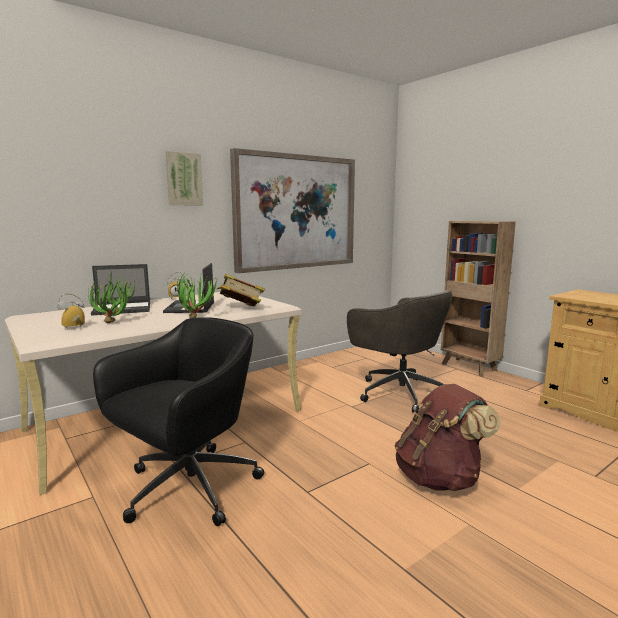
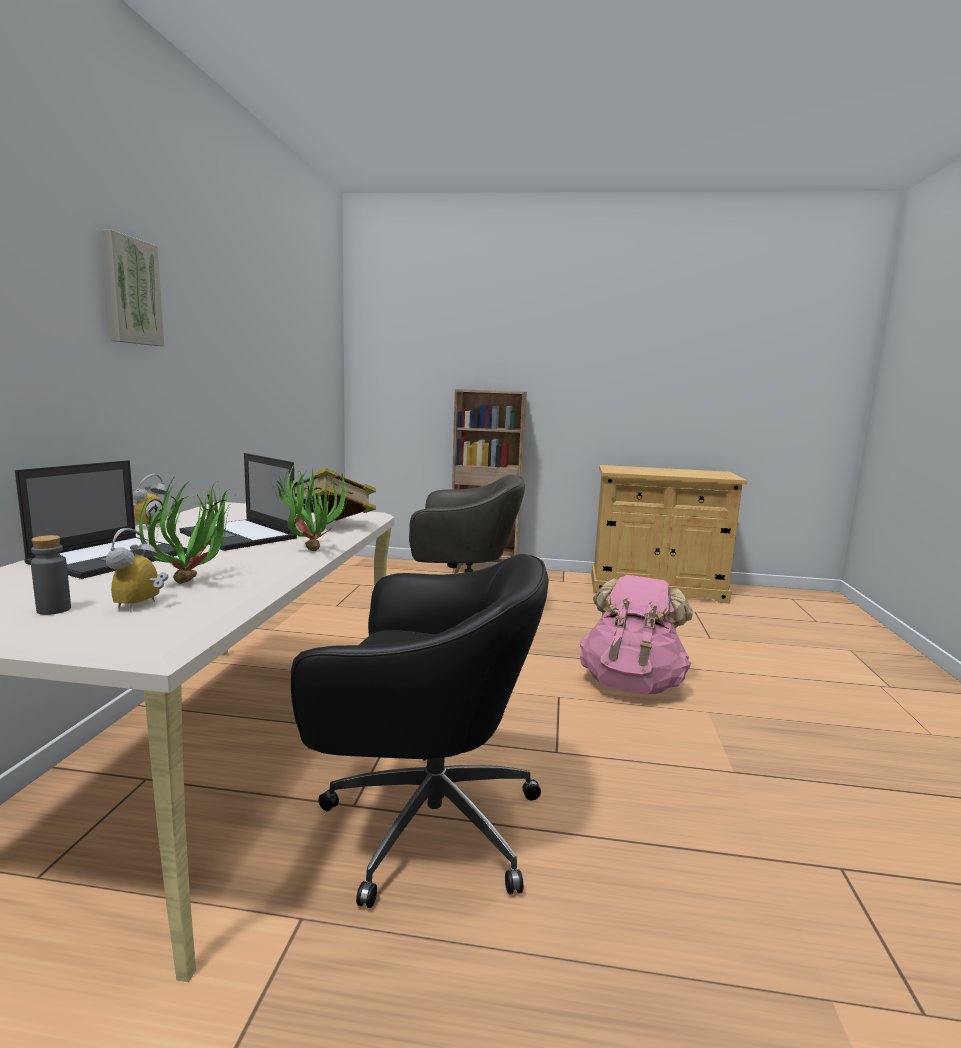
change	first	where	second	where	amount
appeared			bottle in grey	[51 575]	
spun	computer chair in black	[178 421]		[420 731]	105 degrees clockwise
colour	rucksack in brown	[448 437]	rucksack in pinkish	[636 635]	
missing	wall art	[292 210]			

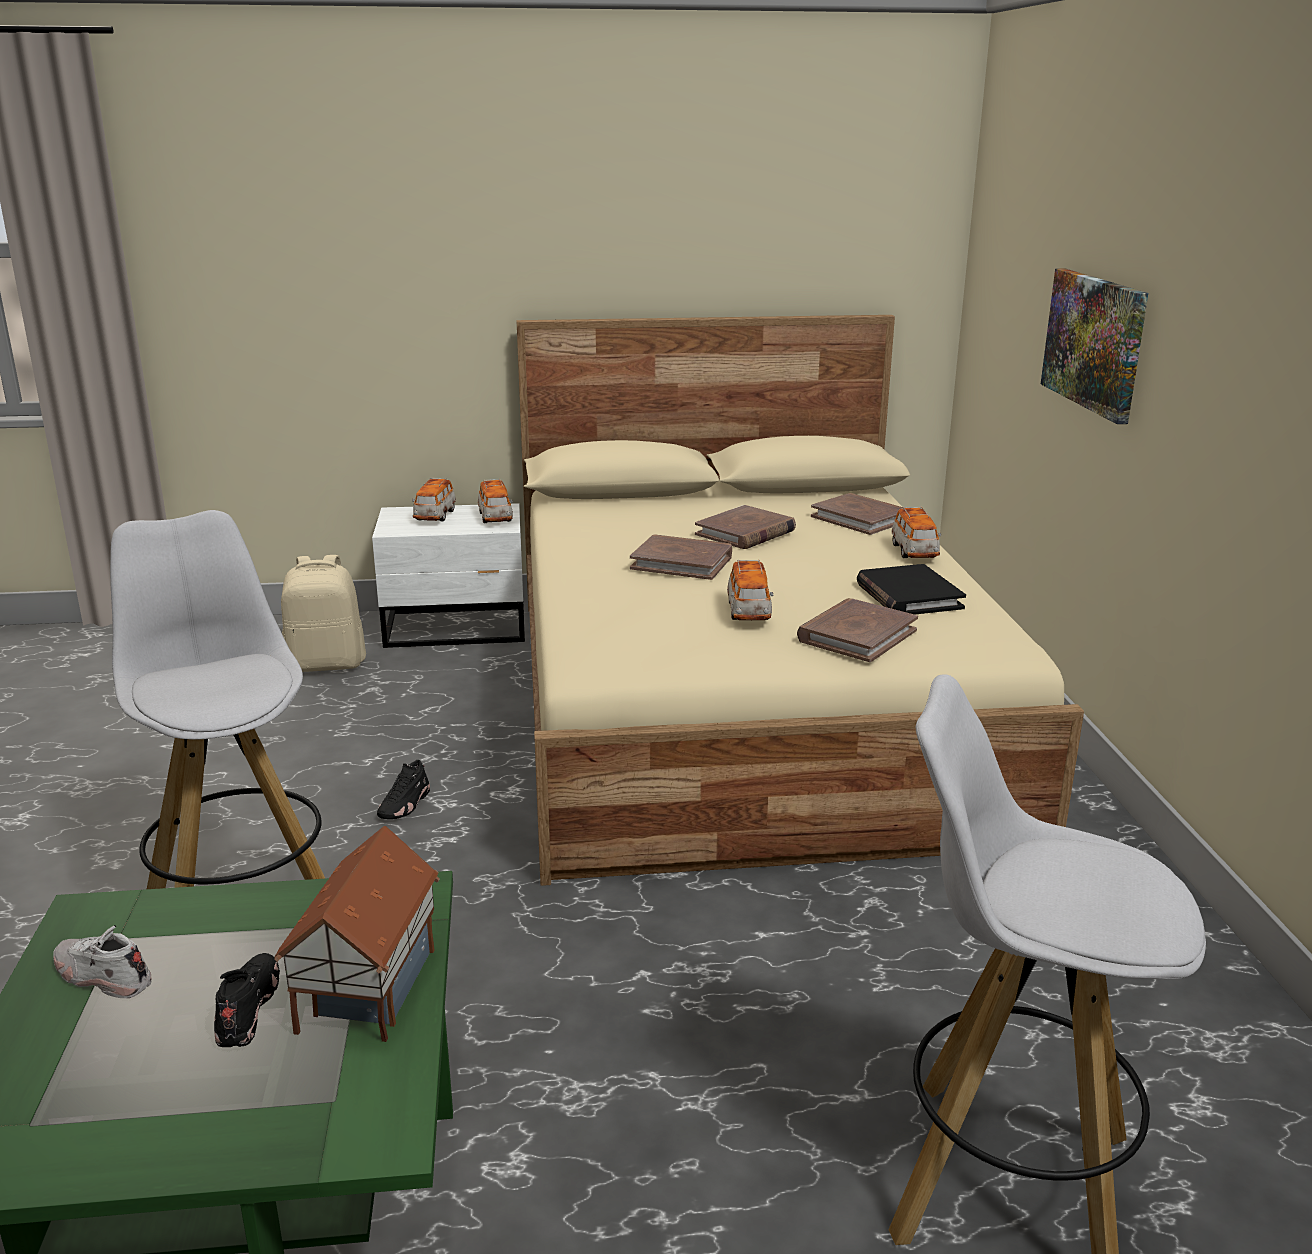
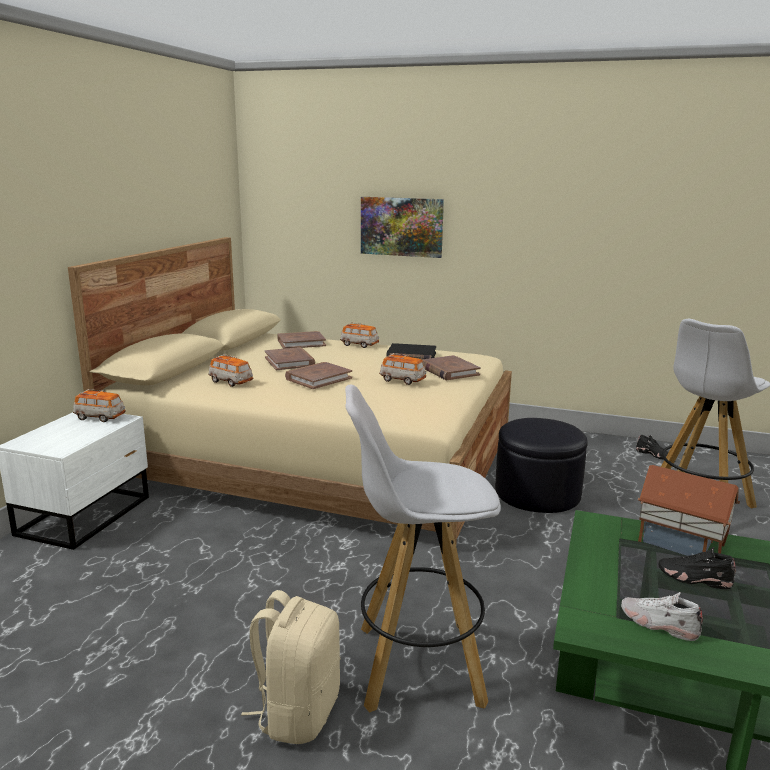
change	first	where	second	where	amount
relocated	miniature car	[434 499]		[231 370]	
relocated	rucksack in sand-coloured	[323 613]		[290 667]	
appeared			ottoman in black	[541 465]	
spun	item of footwear in white-coloured	[102 961]		[662 616]	75 degrees clockwise
relocated	item of footwear in black	[403 789]		[652 447]	

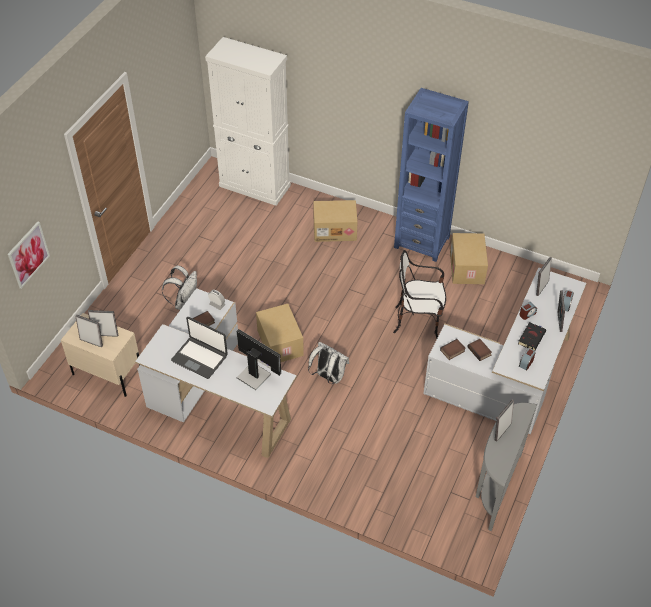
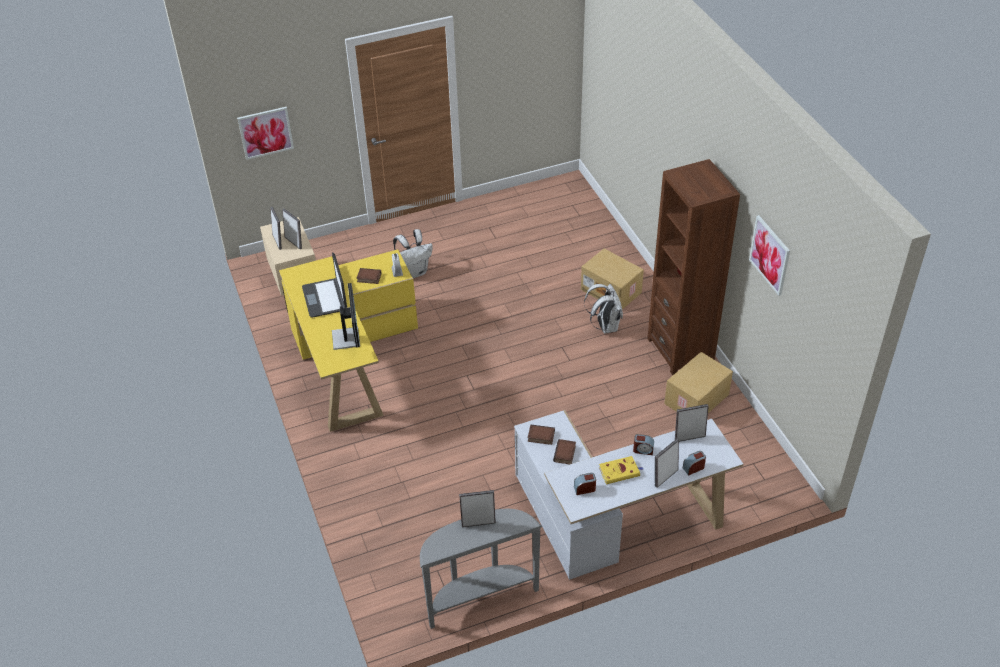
change	first	where	second	where	amount
colour	desk unit in white-coloured	[216 373]	desk unit in yellowish	[348 341]	
relocated	rucksack in white-coloured	[328 363]		[603 309]	
colour	book in black	[532 336]	book in yellowish	[621 470]	
colour	bookshelf in blue	[431 175]	bookshelf in brown	[693 267]	
appeared			wall art	[769 255]	
missing	storage cabinet in white-coloured	[248 121]			
missing	carton	[280 333]			
missing	chair	[419 294]			

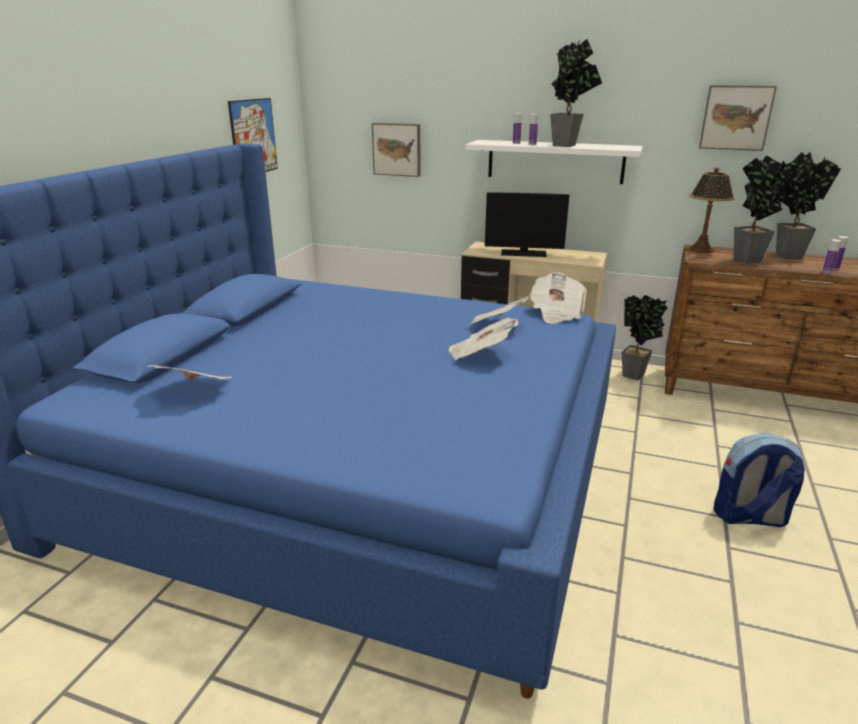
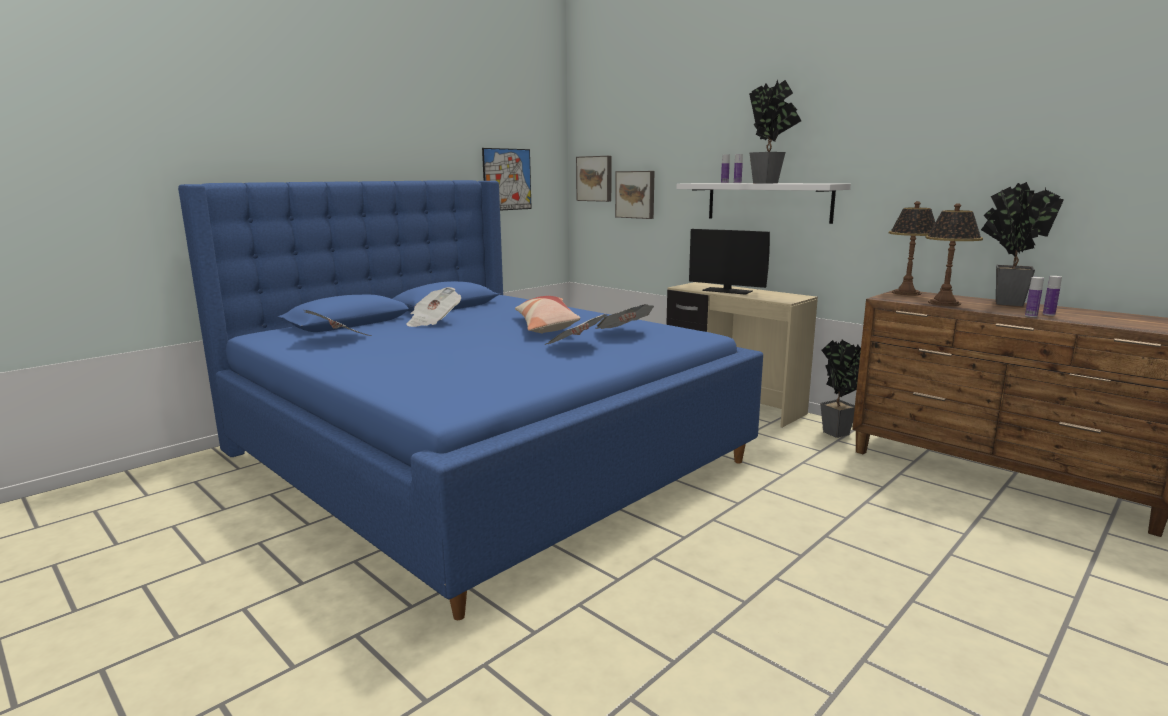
change	first	where	second	where	amount
relocated	printed paper	[558 297]		[433 307]	
appeared			cushion	[547 314]	
relocated	wall art	[738 118]		[594 179]	
exchanged	houseplant	[766 209]	table lamp	[954 254]	
missing	rucksack	[759 480]			

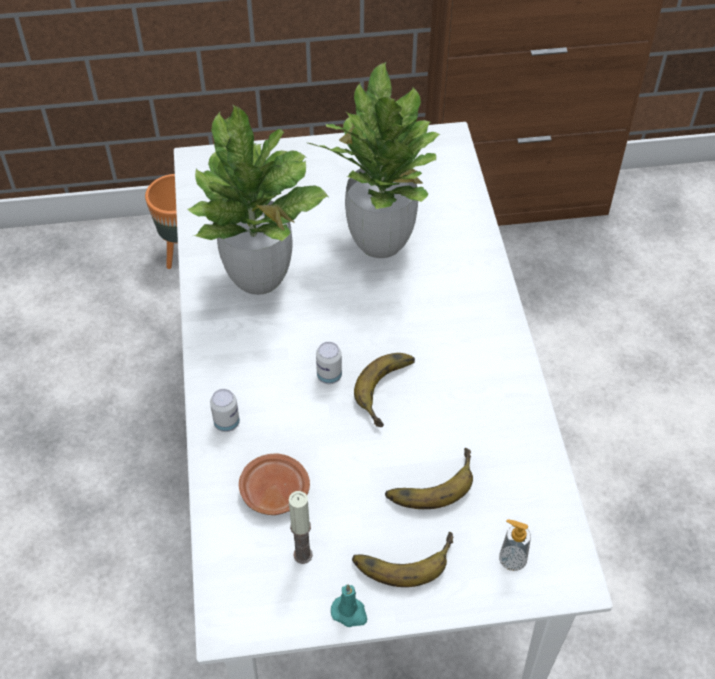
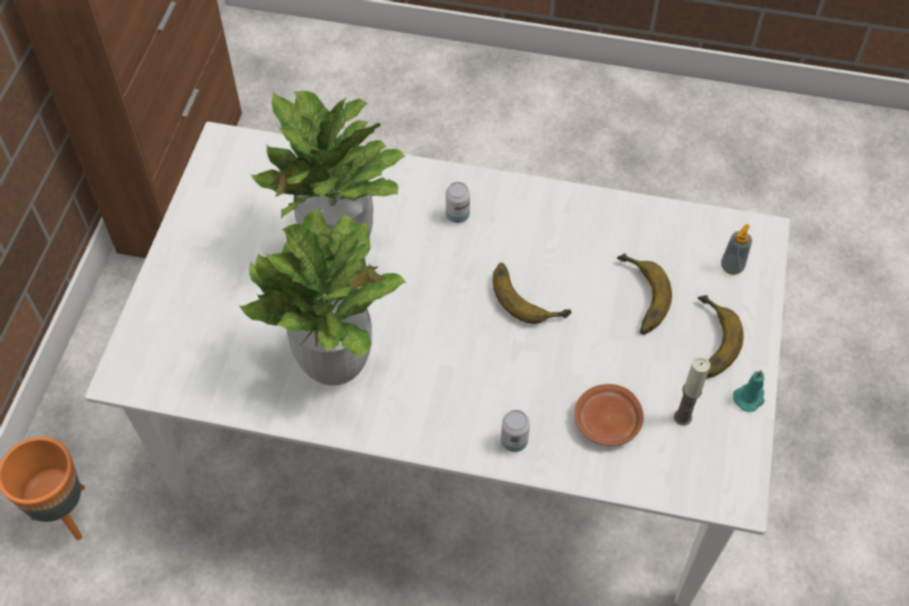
change	first	where	second	where	amount
relocated	can	[329 363]		[458 202]	

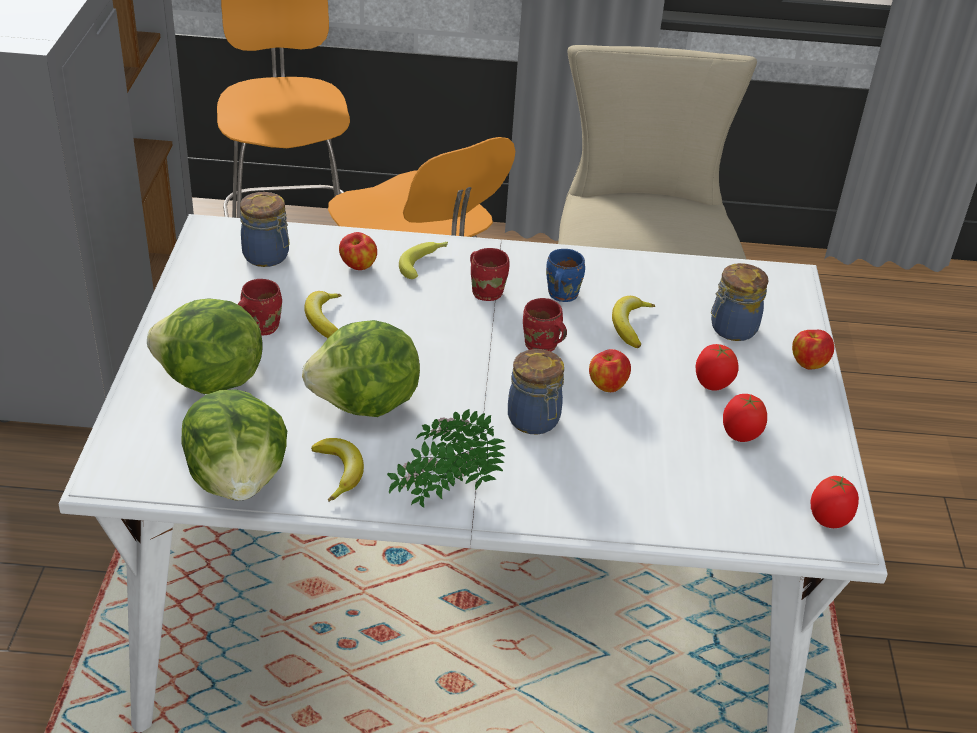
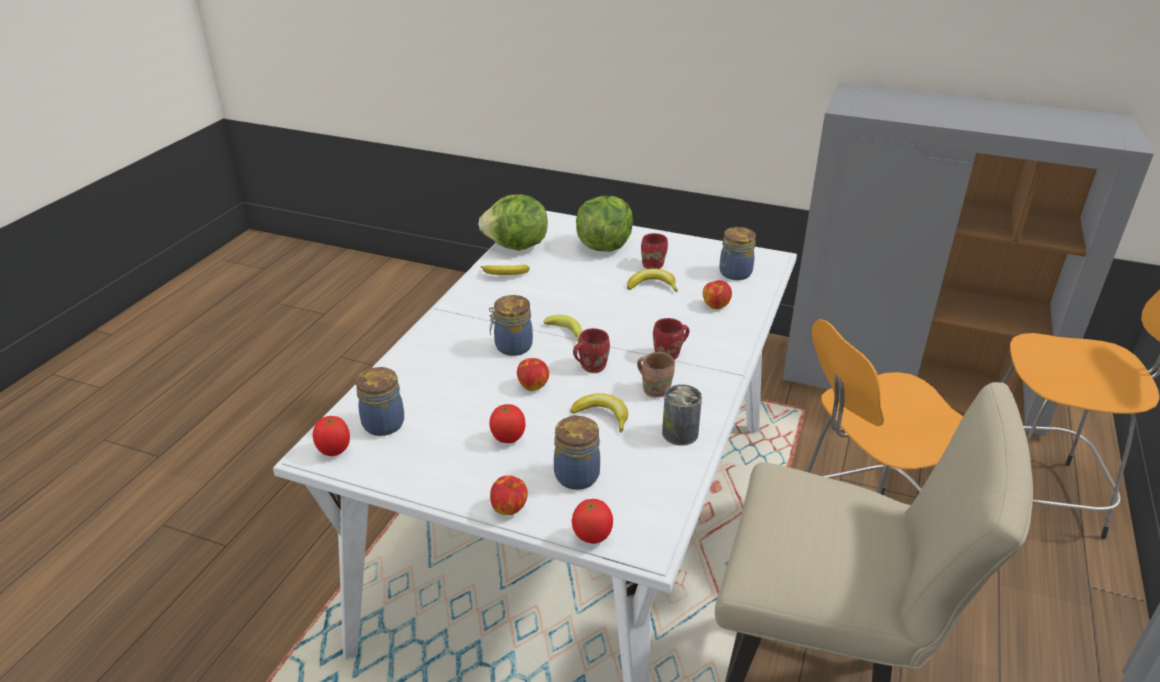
change	first	where	second	where	amount
appeared			preserve jar	[380 401]	
relocated	banana fruit	[423 260]		[562 327]	
relocated	whole tomato	[745 418]		[592 521]	
colour	tea mug in blue	[565 275]	tea mug in brown	[656 375]	
appeared			can	[682 415]	
missing	lettuce head	[361 368]			
missing	houseplant	[446 458]			

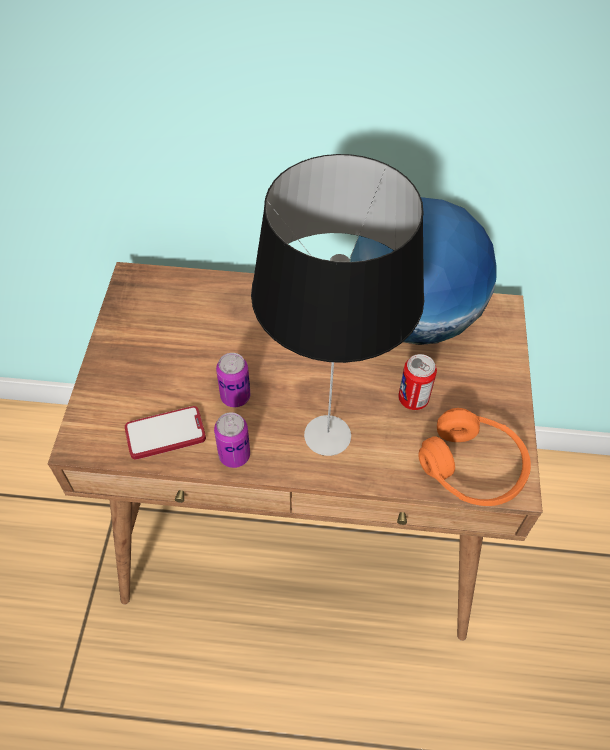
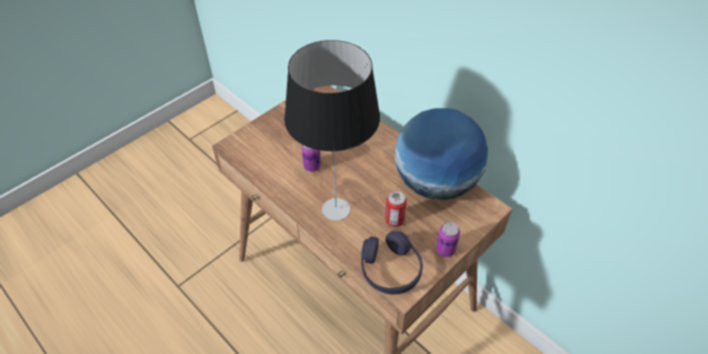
change	first	where	second	where	amount
colour	headset in orangey	[474 457]	headset in purple-coloured	[392 262]	
relocated	can	[232 440]		[448 239]	
missing	phone	[165 433]			

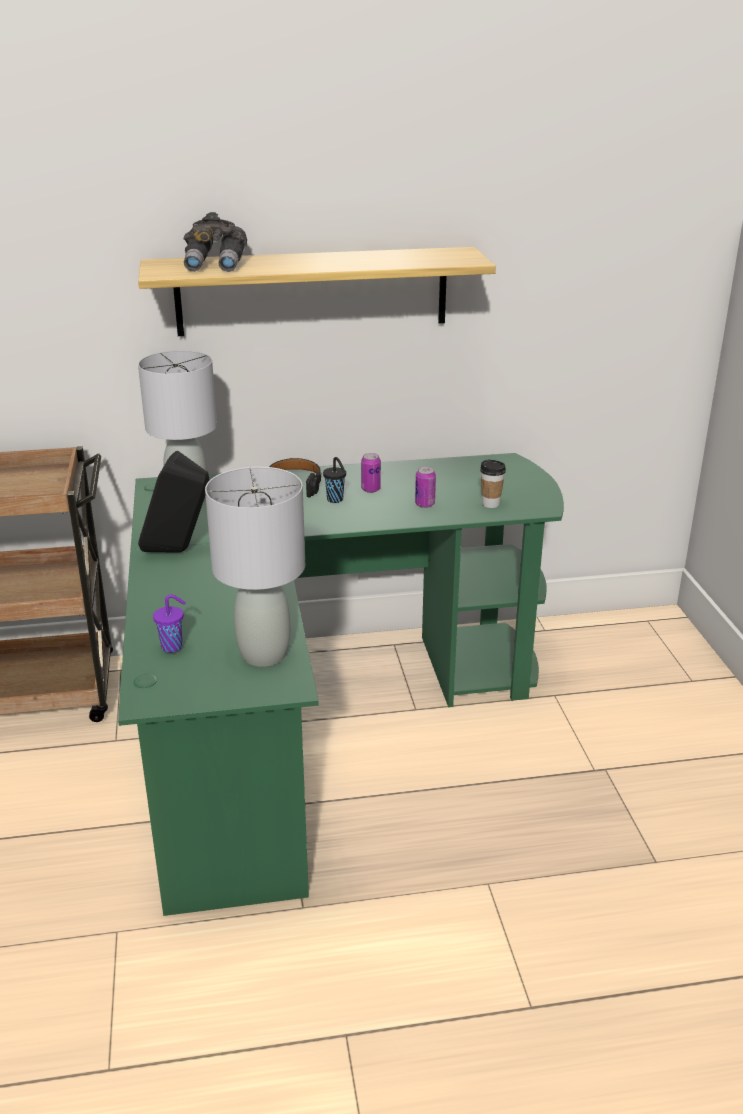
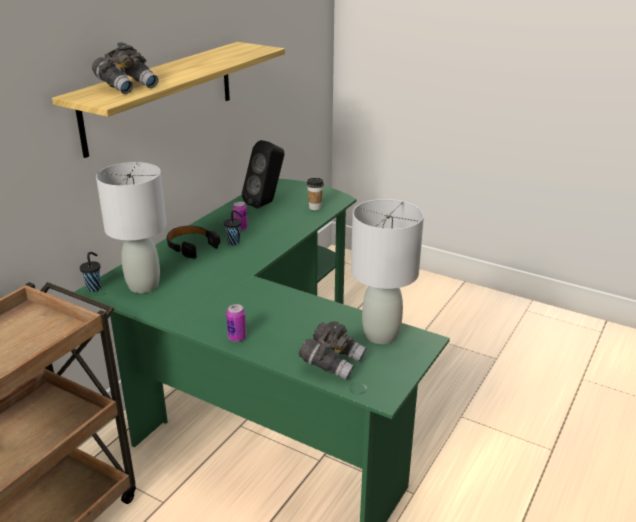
change	first	where	second	where	amount
appeared			small cup in black	[90 272]	
relocated	can	[425 487]		[236 323]	
relocated	loudspeaker in black	[174 501]		[263 174]	
exchanged	small cup in purple-coloured	[169 623]	field glasses in grey	[332 350]	

